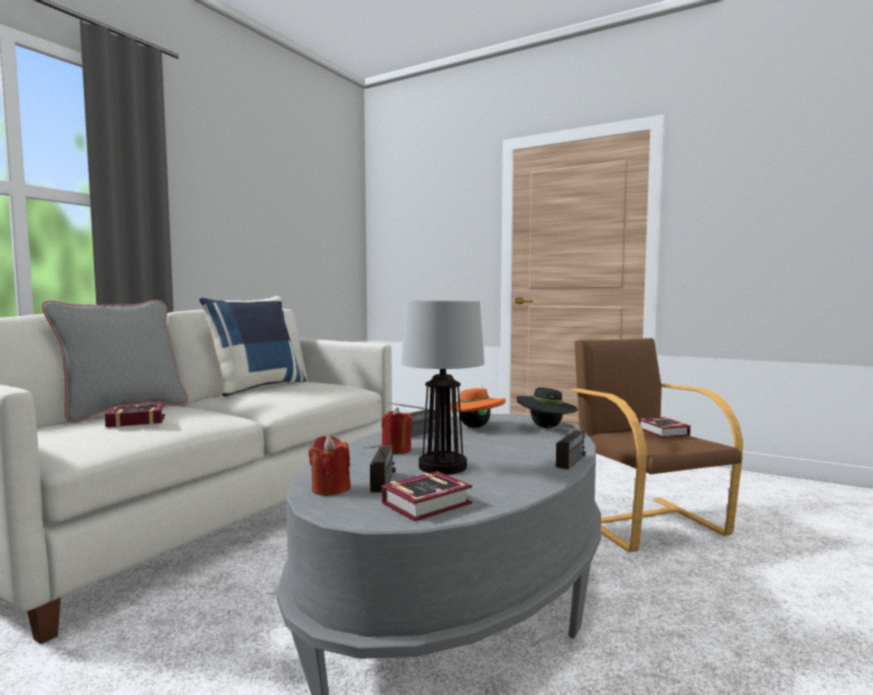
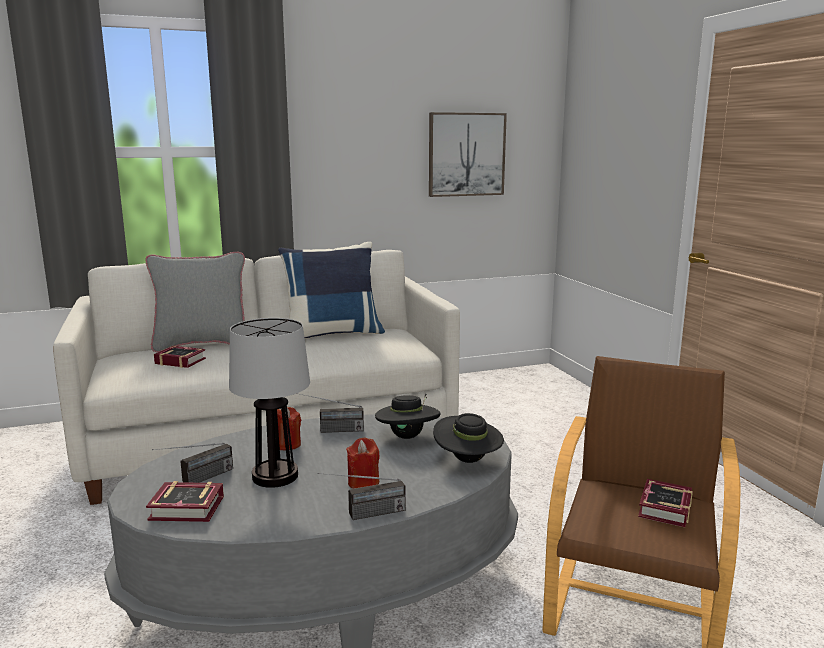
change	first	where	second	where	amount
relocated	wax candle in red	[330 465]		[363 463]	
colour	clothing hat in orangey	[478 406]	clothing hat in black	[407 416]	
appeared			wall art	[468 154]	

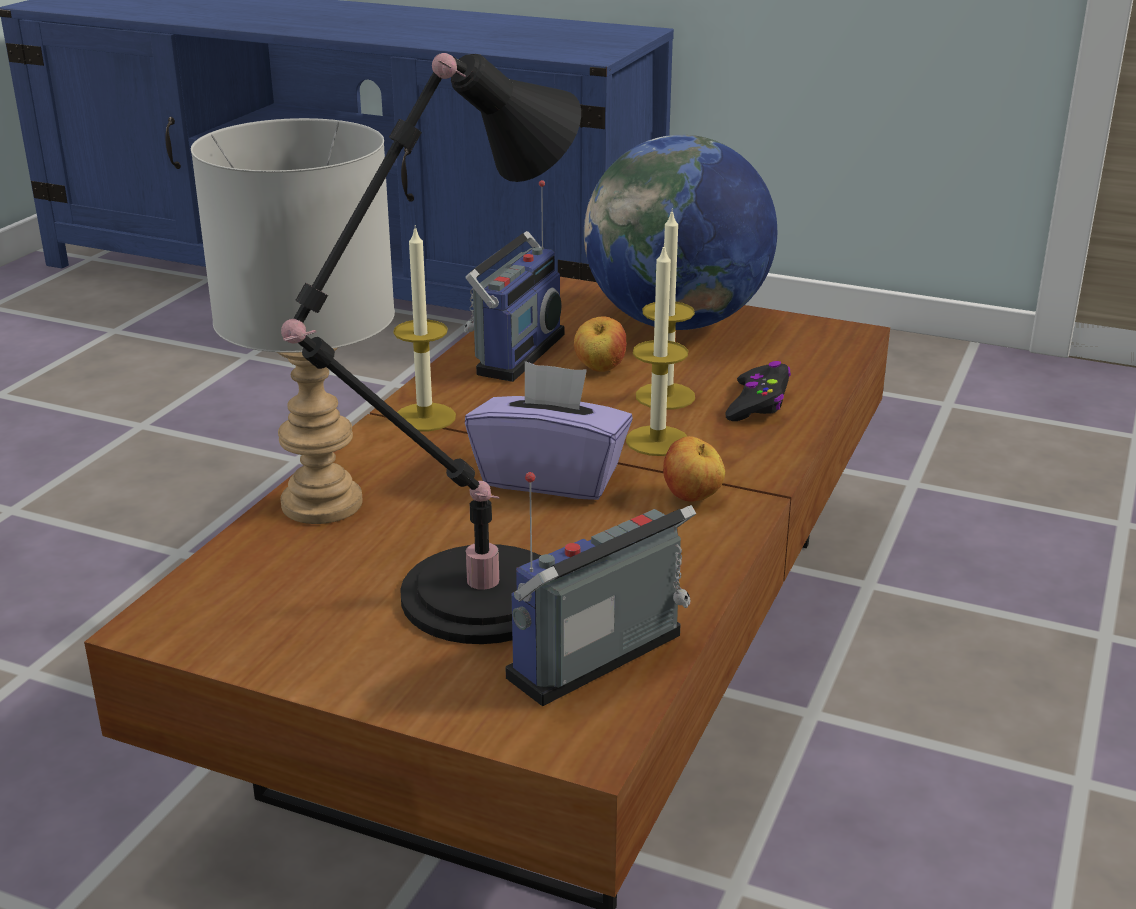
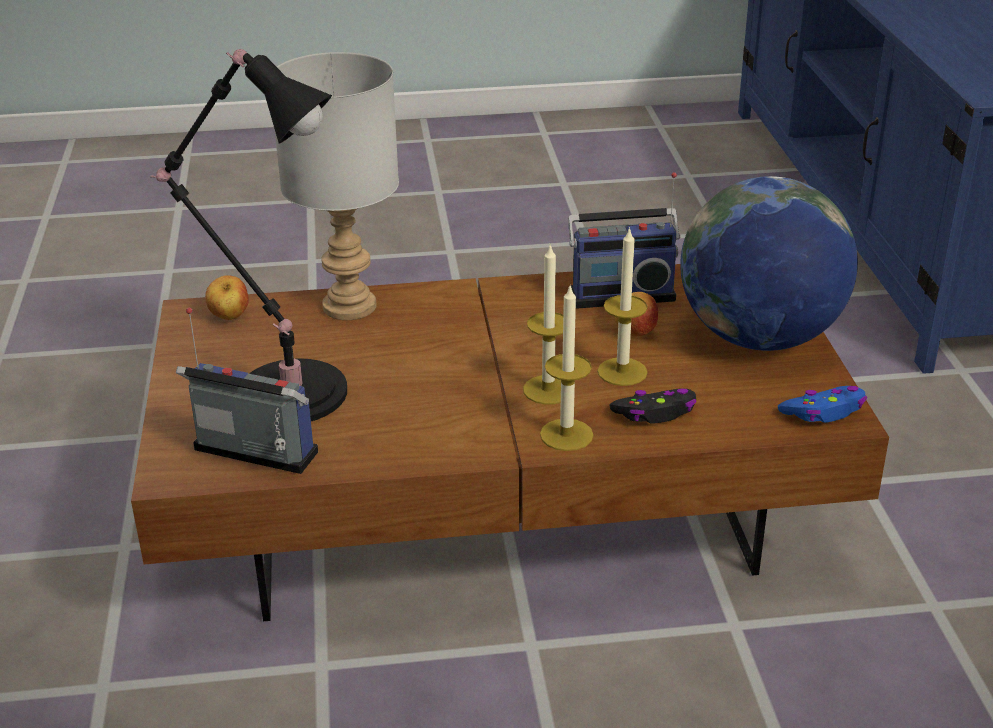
change	first	where	second	where	amount
relocated	apple	[694 469]		[227 297]	
relocated	wax candle	[424 328]		[567 367]	
appeared			game controller in blue	[822 404]	
missing	tissue box in purple-coloured	[549 430]			

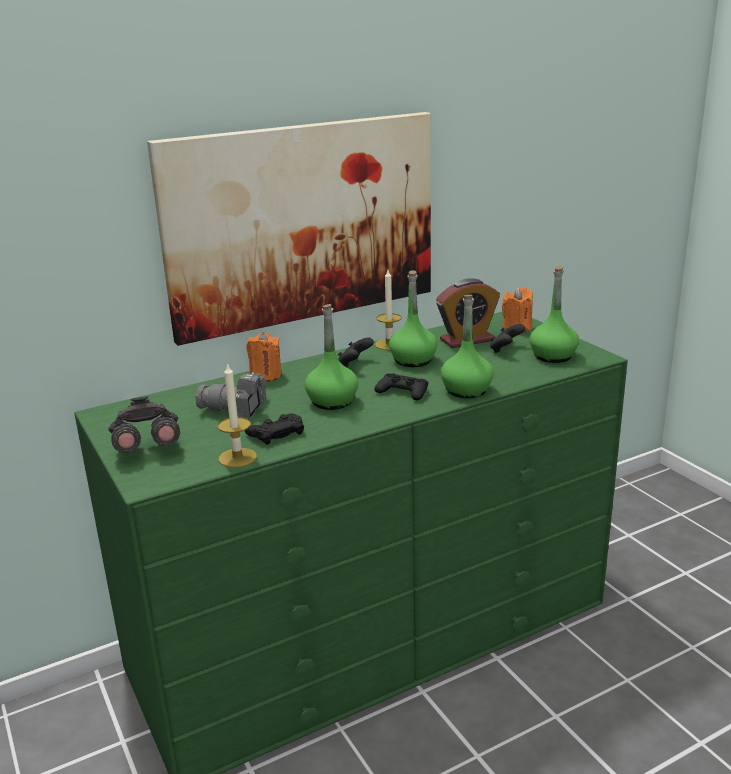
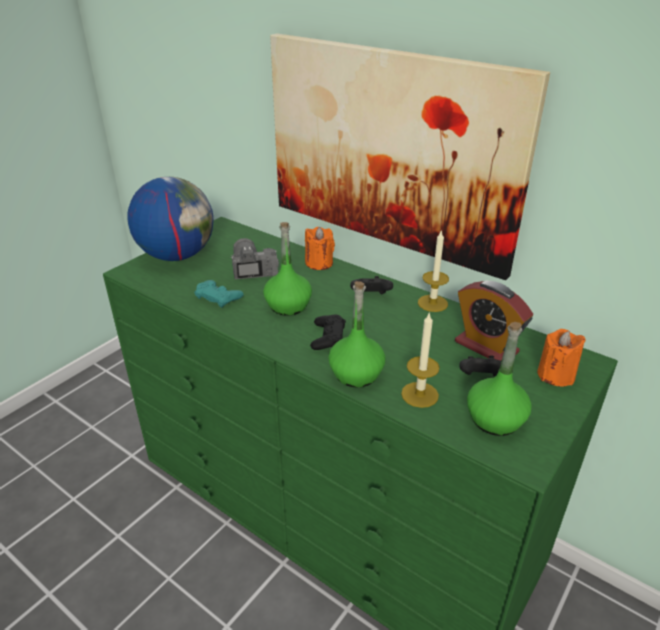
change	first	where	second	where	amount
exchanged	field glasses in grey	[144 424]	world globe	[170 219]	
colour	game controller in black	[274 429]	game controller in blue-green	[219 294]	
relocated	wax candle	[237 415]		[420 360]	
missing	bottle in green	[413 318]			

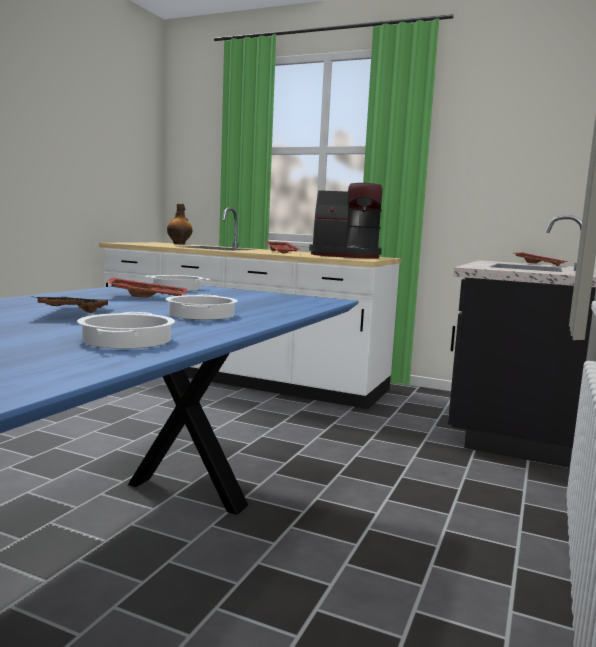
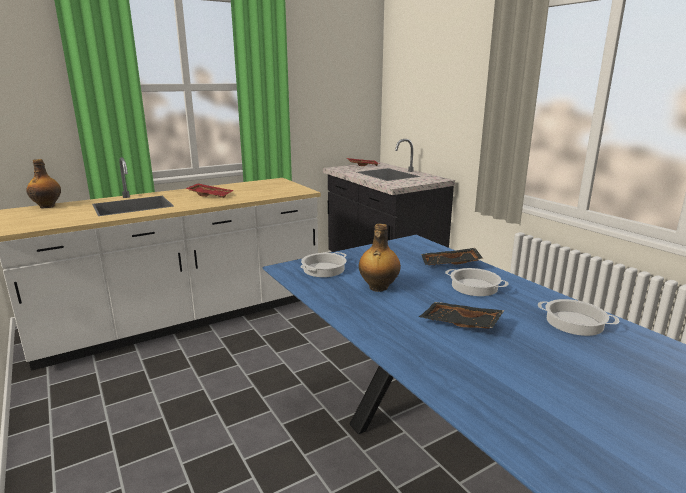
change	first	where	second	where	amount
exchanged	carrying tray in red	[146 287]	bottle	[380 258]	
appeared			carrying tray in black	[452 256]	
missing	coffee machine	[345 221]			

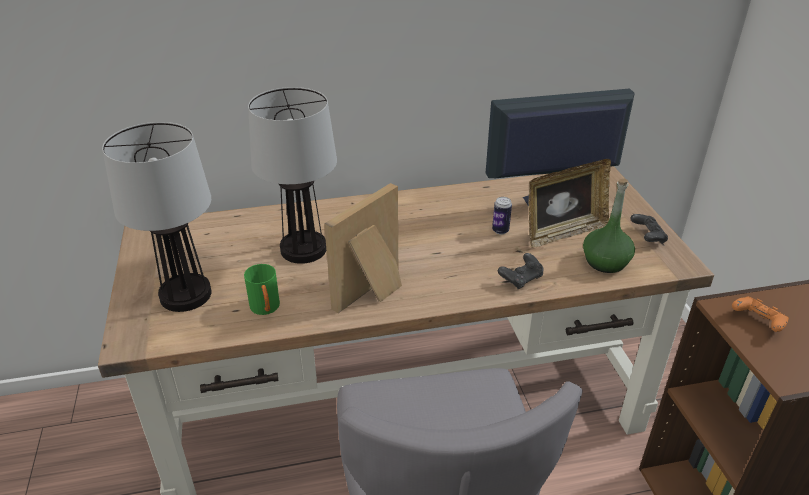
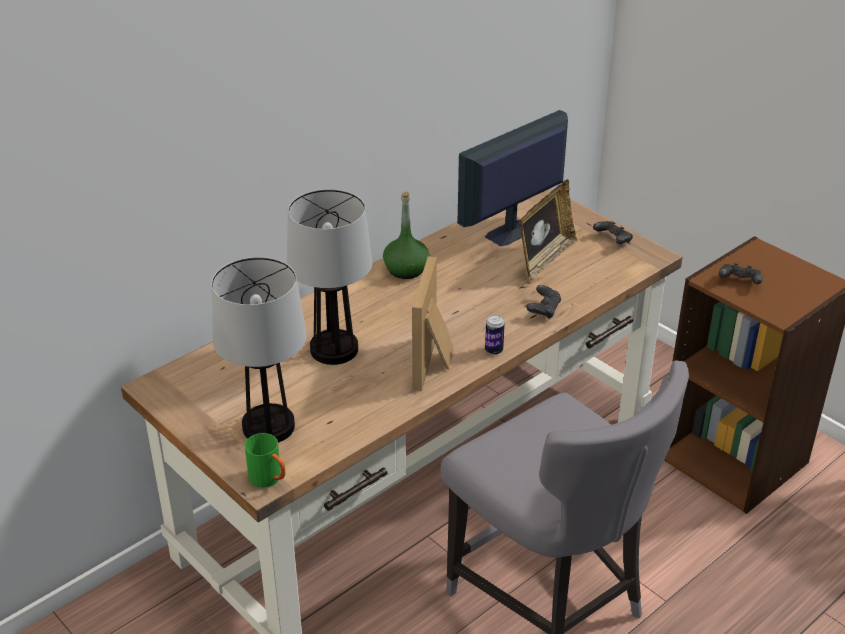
change	first	where	second	where	amount
relocated	tea mug in green	[262 289]		[265 460]	
relocated	bottle in green	[609 226]		[406 235]	
relocated	can	[502 215]		[495 335]	
colour	game controller in orangey	[760 314]	game controller in black	[740 274]	

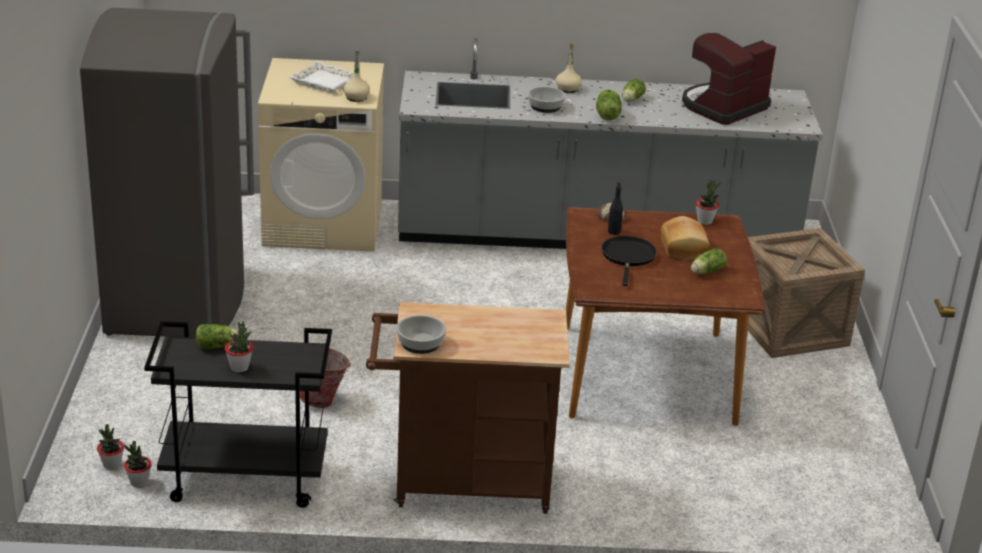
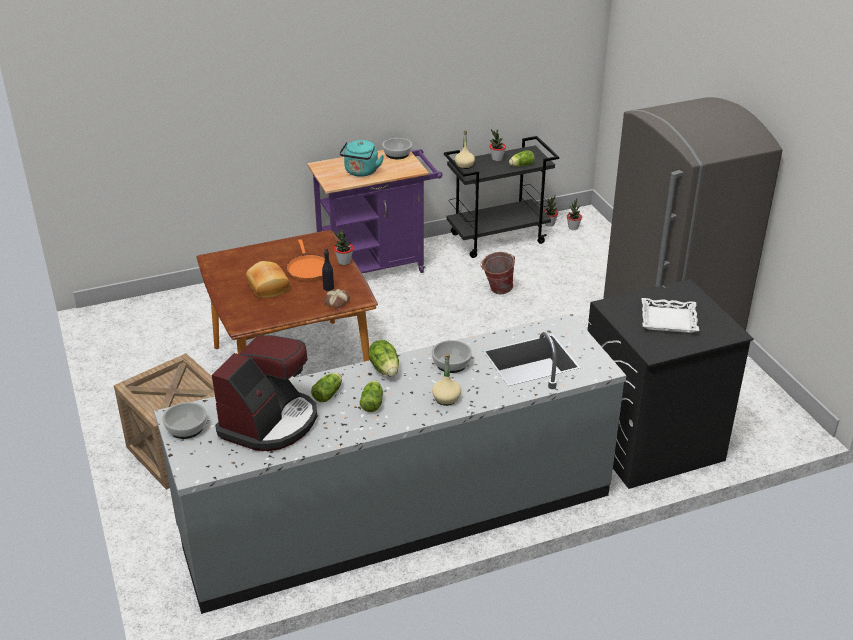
change	first	where	second	where	amount
appeared			deep dish	[184 420]	
colour	frying pan in black	[629 261]	frying pan in orangey	[306 260]	
colour	wheeled cart in brown	[468 408]	wheeled cart in purple-coloured	[374 211]	
relocated	lettuce head	[709 261]		[326 387]	
relocated	houseplant	[708 202]		[343 247]	
appeared			kettle in blue-green	[362 158]	
relocated	bottle in sand-coloured	[356 76]		[465 149]	
colour	laundry appliance in sand-coloured	[321 155]	laundry appliance in black	[671 384]	

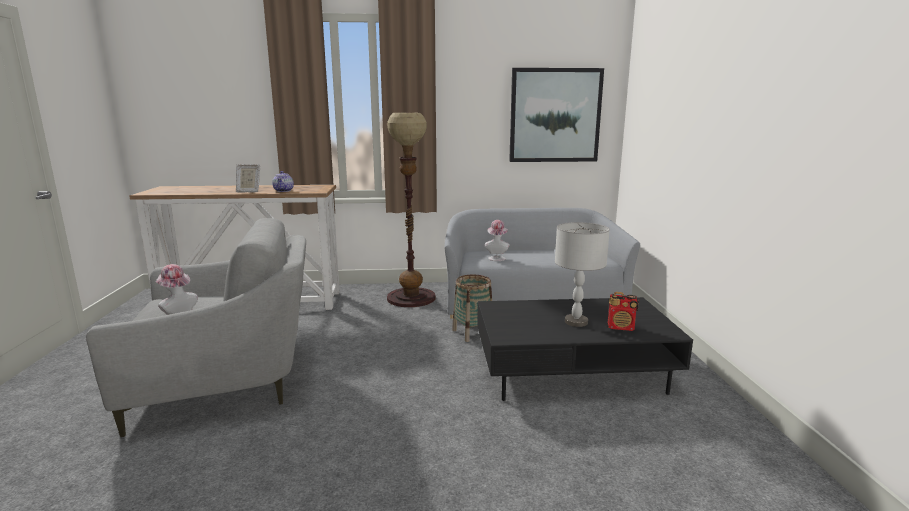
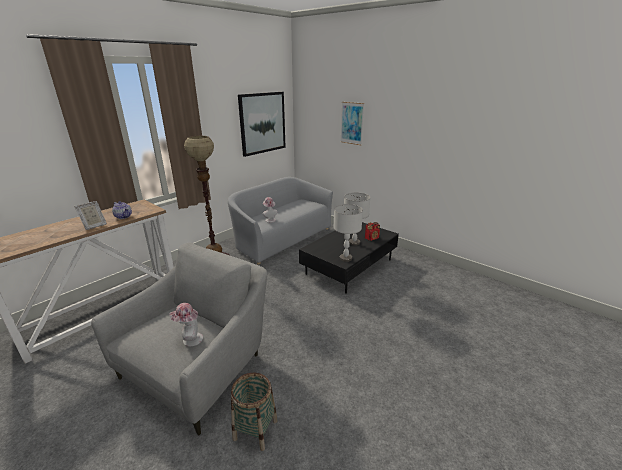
change	first	where	second	where	amount
relocated	household basket	[472 308]		[254 412]	
appeared			table lamp in grey	[348 233]	
appeared			wall art	[352 123]	

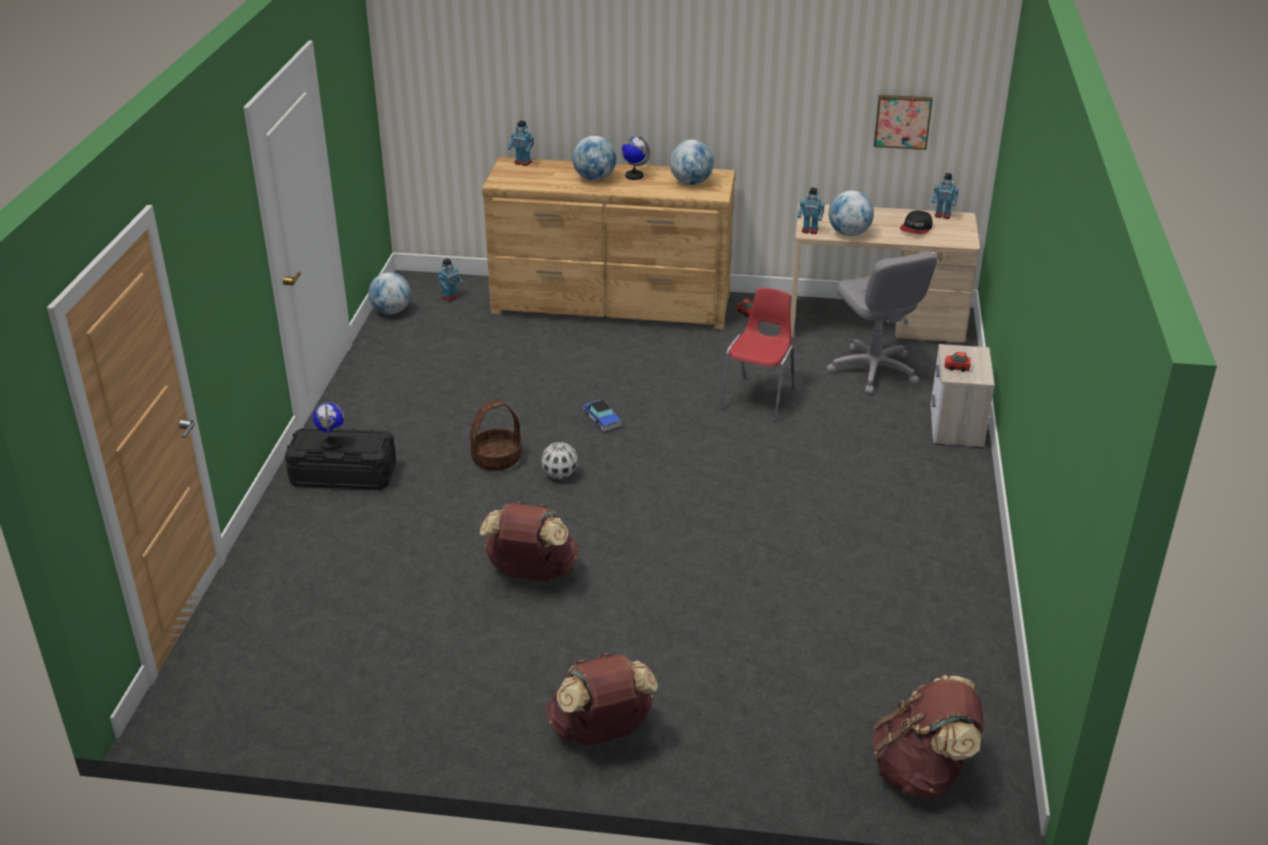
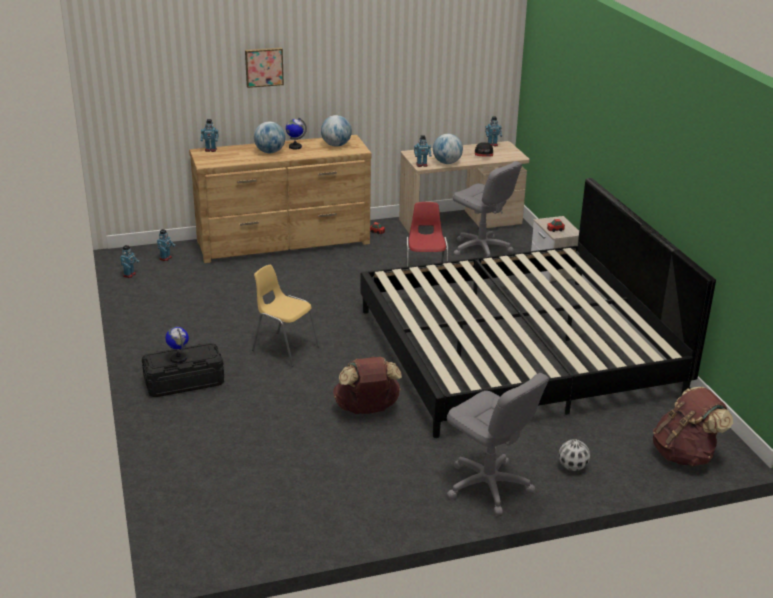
change	first	where	second	where	amount
exchanged	world globe	[389 293]	toy robot	[129 261]	
relocated	wall art	[903 122]		[264 68]	
exchanged	household basket	[496 435]	chair in yellowish	[286 316]	
appeared			bedroom bed	[538 308]	
exchanged	rucksack in brown	[602 699]	computer chair in grey	[498 444]	
relocated	ball for football	[559 460]		[574 455]	
missing	miniature car	[602 415]			

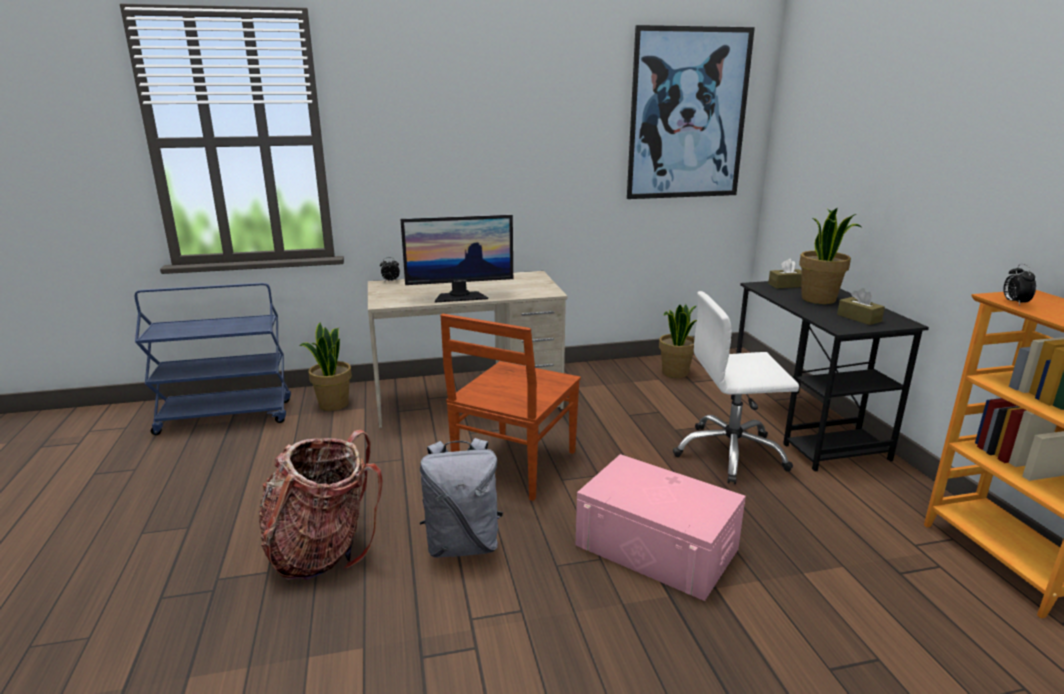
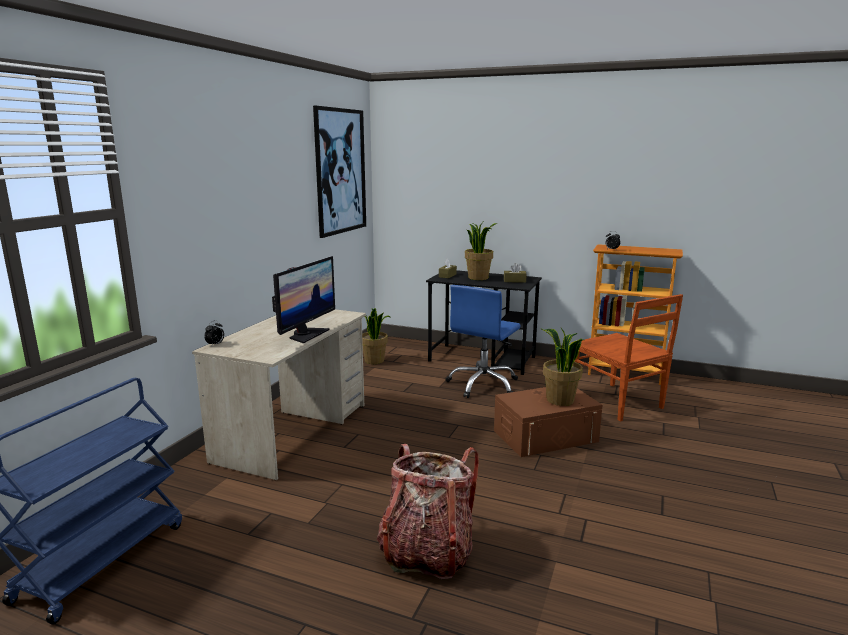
change	first	where	second	where	amount
colour	computer chair in white-coloured	[736 387]	computer chair in blue	[483 341]	
colour	storage container in pinkish	[661 527]	storage container in brown	[548 422]	
relocated	houseplant	[325 366]		[563 367]	
relocated	chair in brown	[510 407]		[628 358]	
missing	rucksack in grey	[461 498]			

